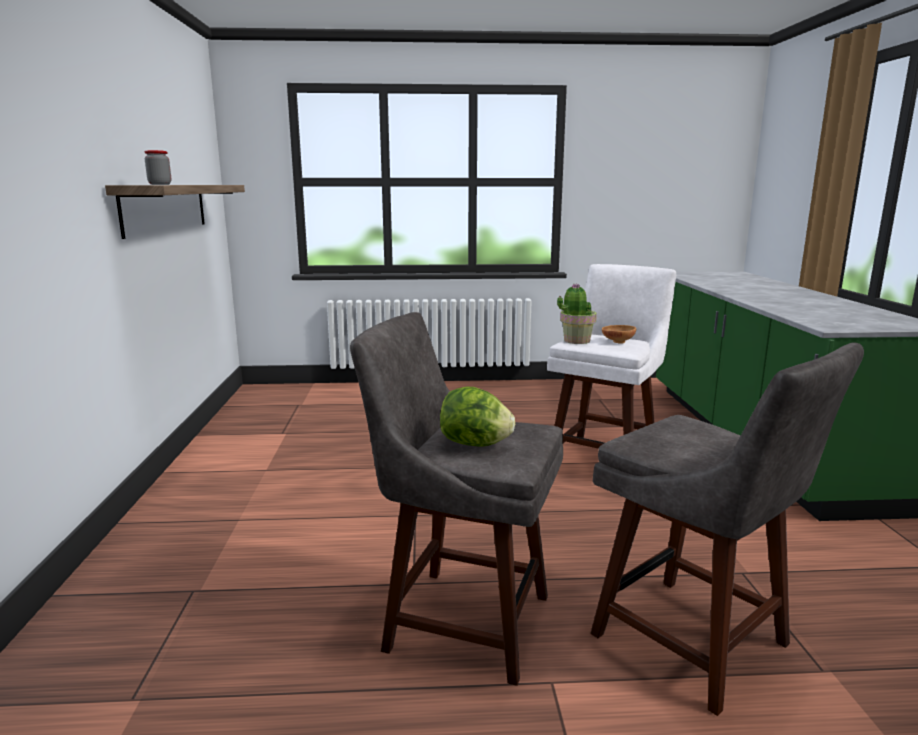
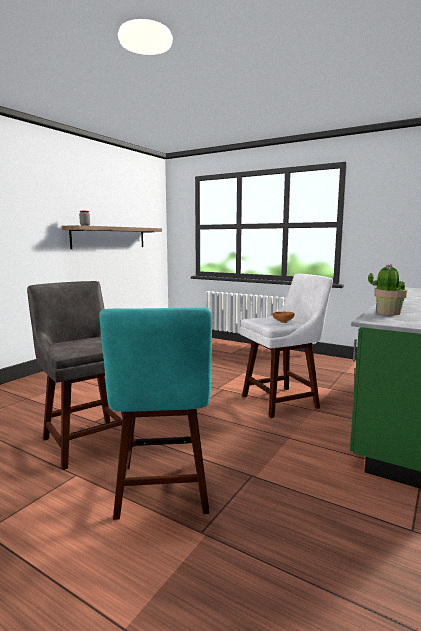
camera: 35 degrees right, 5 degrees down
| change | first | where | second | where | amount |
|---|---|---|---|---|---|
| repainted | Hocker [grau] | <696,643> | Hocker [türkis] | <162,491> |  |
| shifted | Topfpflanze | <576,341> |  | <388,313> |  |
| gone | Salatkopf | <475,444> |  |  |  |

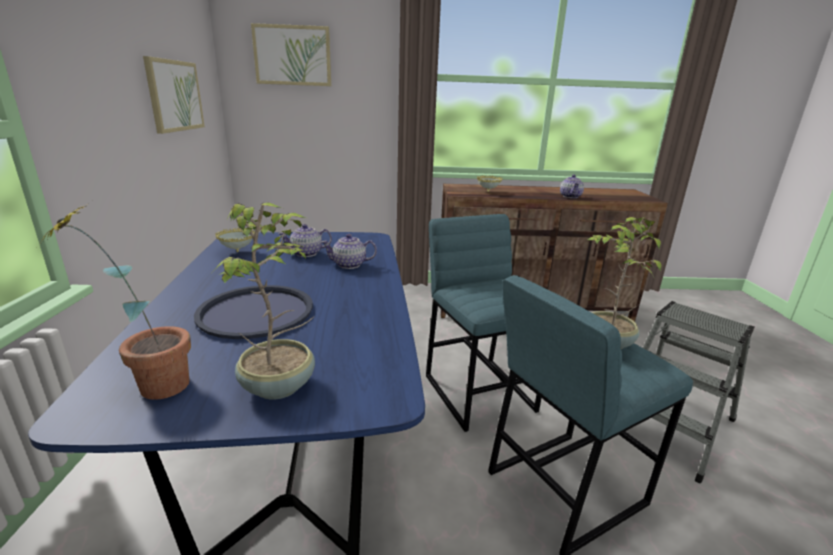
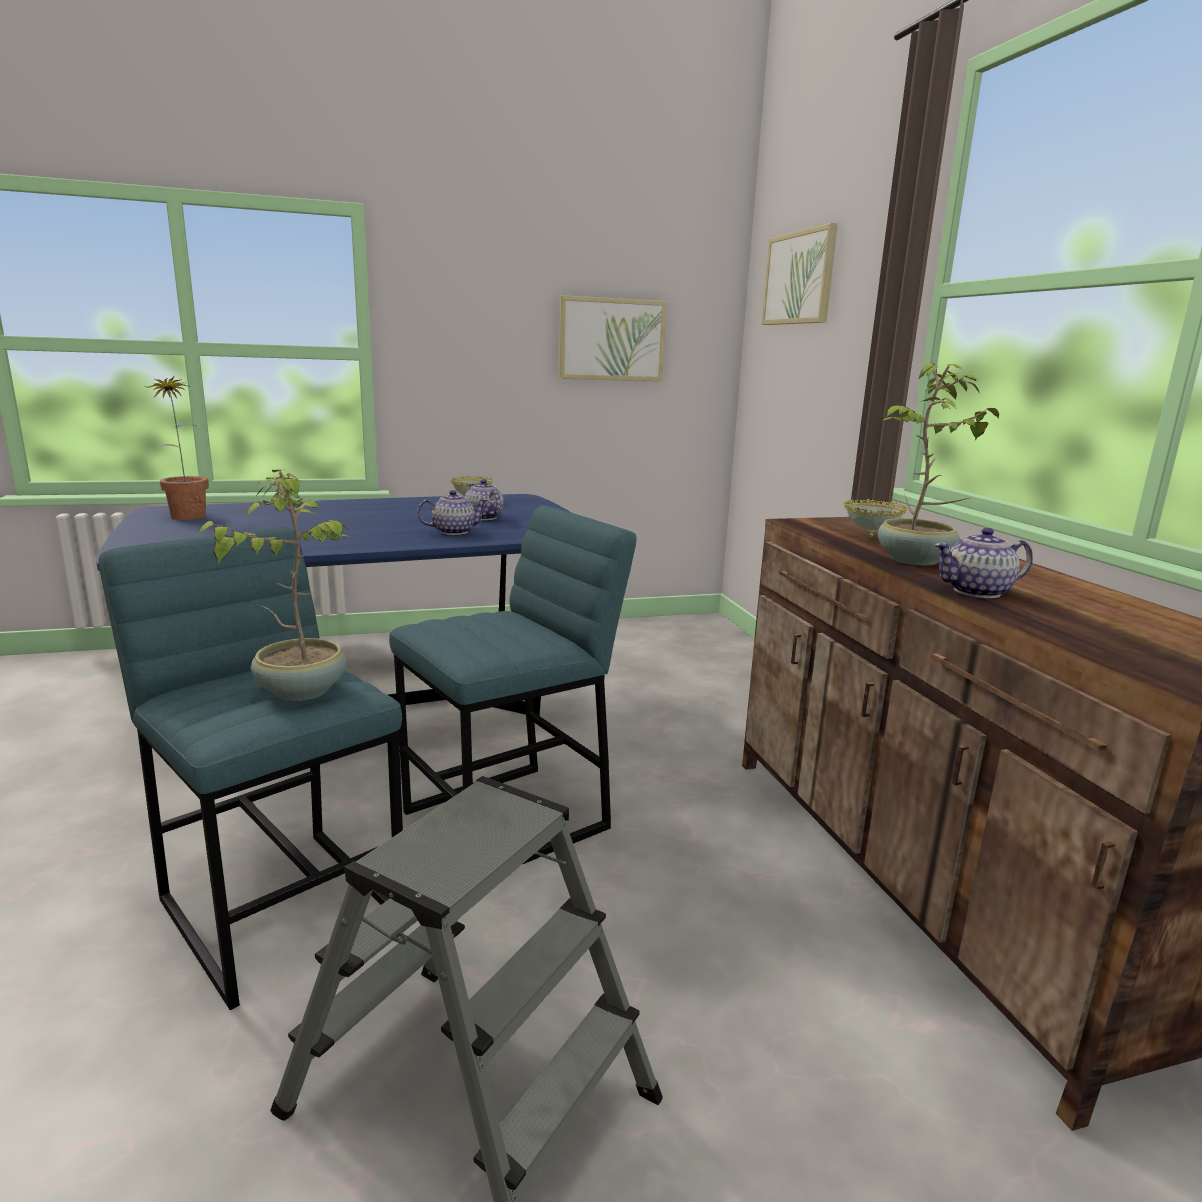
camera: 75 degrees right, 5 degrees down
| change | first | where | second | where | amount |
|---|---|---|---|---|---|
| rotated | Teekanne | <349,265> |  | <453,531> | 90 degrees clockwise |
| shifted | Topfpflanze | <280,386> |  | <916,560> |  |
| gone | Tablett [blau] | <256,312> |  |  |  |

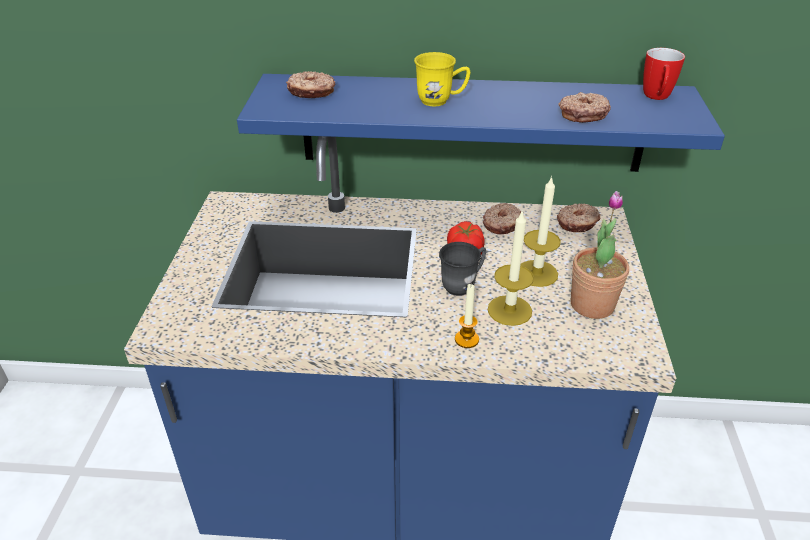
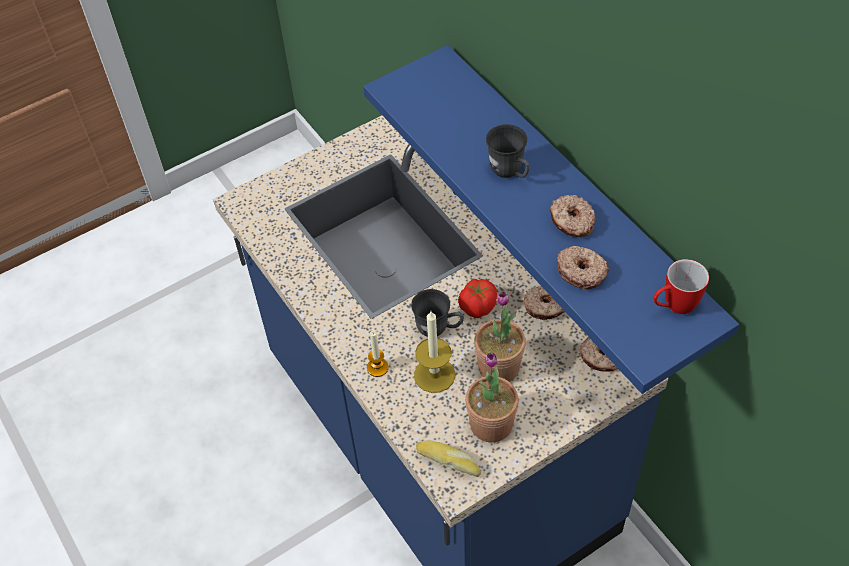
camera: 55 degrees right, 15 degrees up
| change | first | where | second | where | amount |
|---|---|---|---|---|---|
| new |  |  | Brot | <449,460> |  |
| swapped | Kerze | <537,273> | Topfpflanze | <499,367> |  |
| repainted | Henkelbecher [gelb] | <441,101> | Henkelbecher [grau] | <510,173> |  |
| shifted | Donut | <311,92> |  | <571,221> |  |

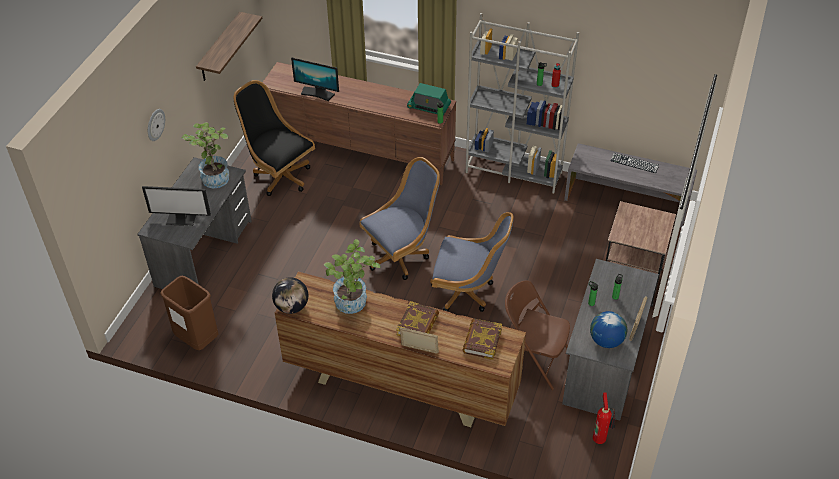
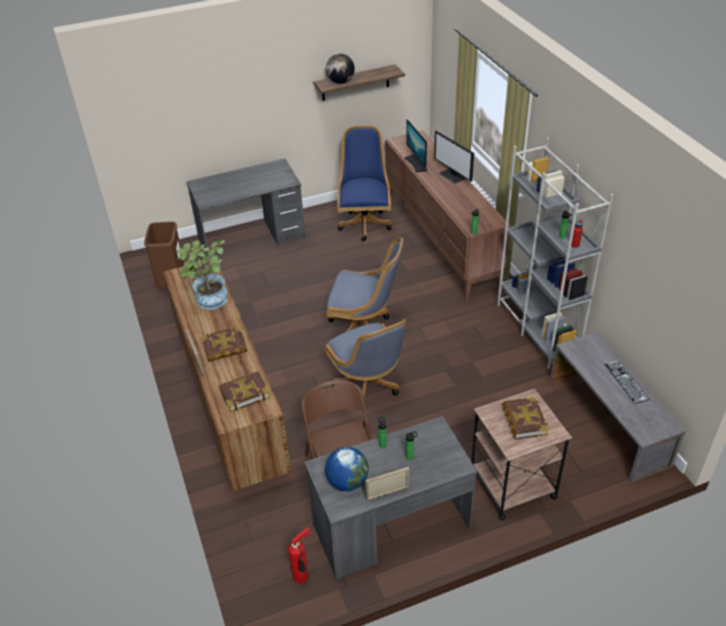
camera: 50 degrees right, 5 degrees down
| change | first | where | second | where | amount |
|---|---|---|---|---|---|
| shifted | Globus | <292,307> |  | <340,82> |  |
| repainted | Bürostuhl [schwarz] | <279,175> | Bürostuhl [blau] | <364,222> |  |
| shifted | Monitor | <181,219> |  | <453,175> |  |
| new |  |  | Buch | <524,421> |  |
| gone | Wanduhr | <155,124> |  |  |  |
| gone | Topfpflanze | <214,176> |  |  |  |
| gone | Radio | <429,107> |  |  |  |

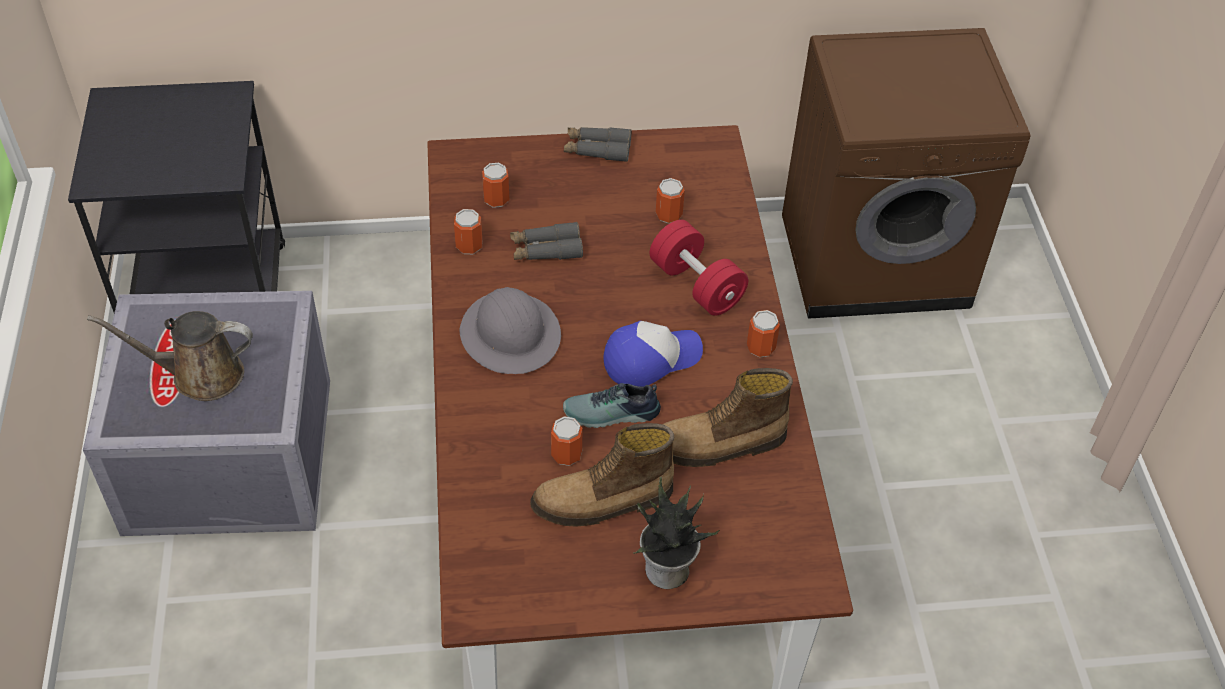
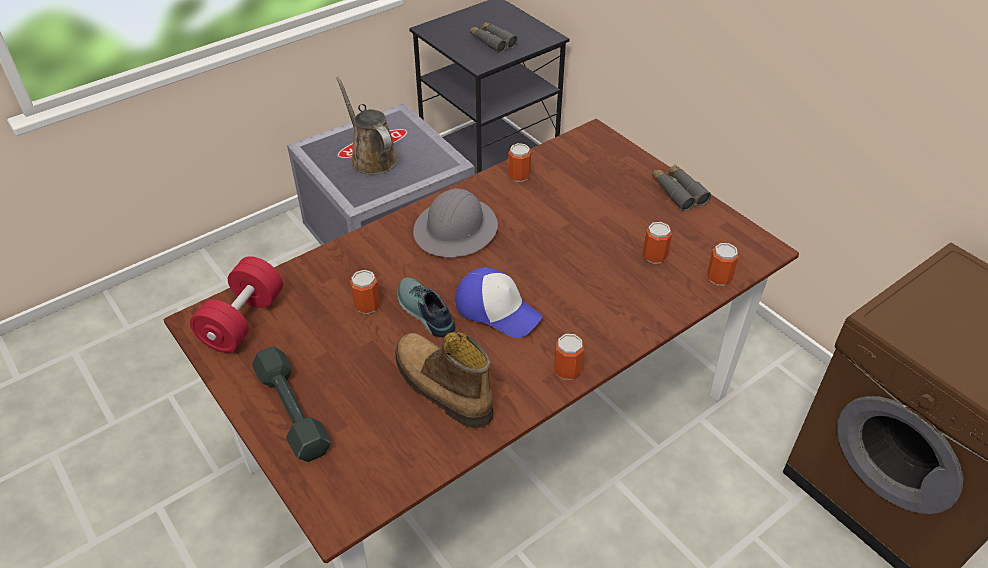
camera: 60 degrees right, 5 degrees down
| change | first | where | second | where | amount |
|---|---|---|---|---|---|
| shifted | Hantel [rot] | <696,285> |  | <243,321> |  |
| swapped | Topfpflanze | <667,572> | Hantel [grau] | <291,410> |  |
| shifted | Fernglas [grau] | <546,249> |  | <492,42> |  |
| shifted | Dose | <496,199> |  | <719,278> |  |
| gone | Stiefel | <603,502> |  |  |  |

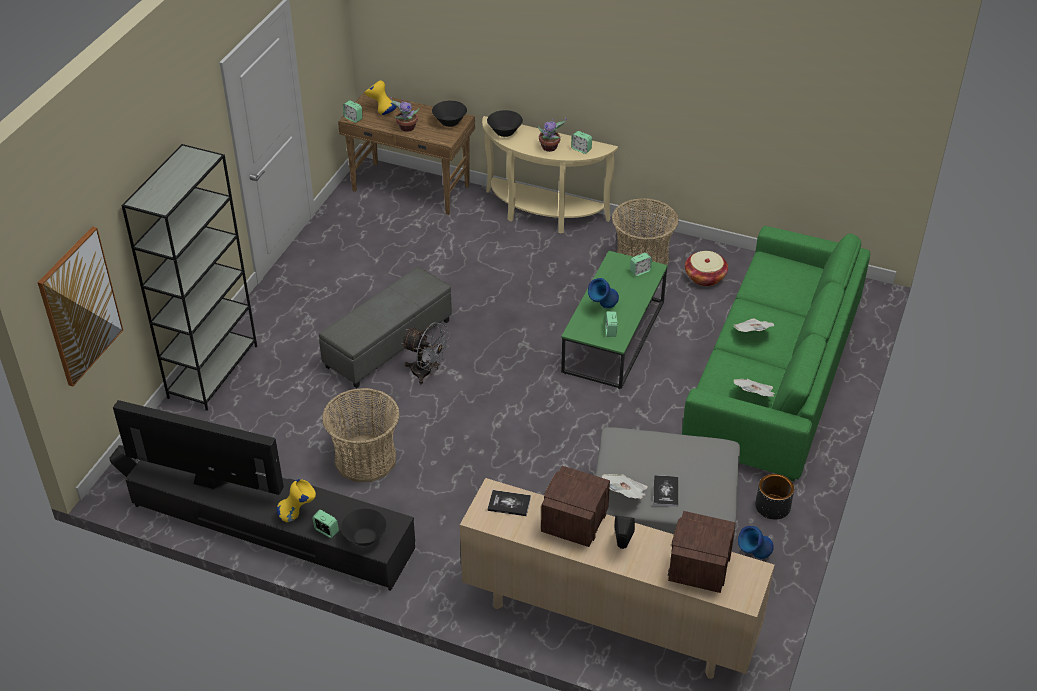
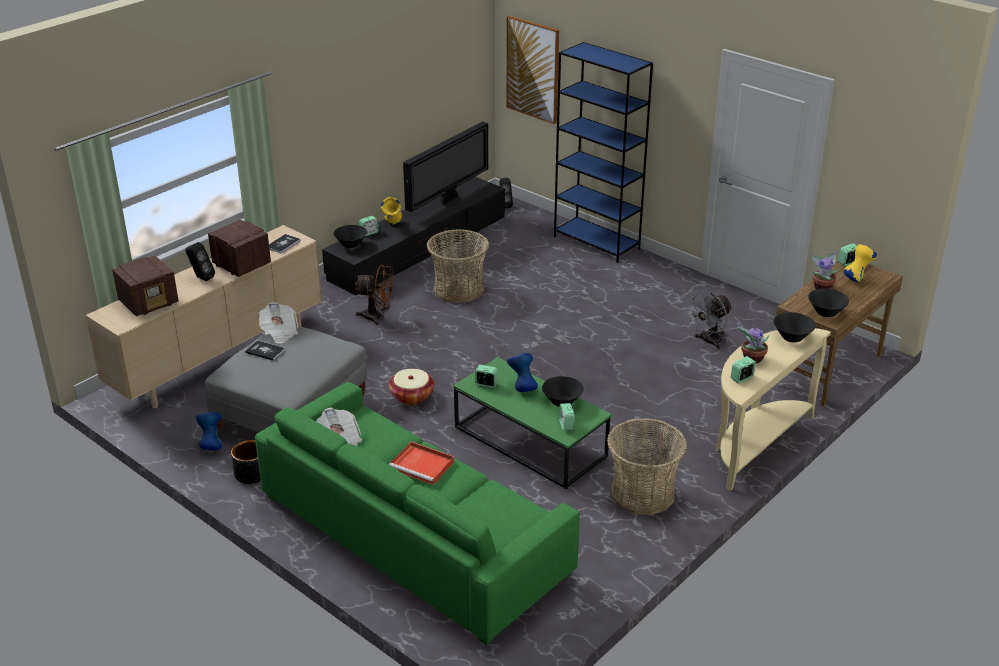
camera: 110 degrees right, 10 degrees down
| change | first | where | second | where | amount |
|---|---|---|---|---|---|
| rotated | Radio | <698,568> |  | <149,303> | 105 degrees clockwise |
| new |  |  | Ventilator [braun] | <378,316> |  |
| shifted | Korb | <705,277> |  | <412,396> |  |
| swapped | Zeitung | <752,333> | Tablett [rot] | <423,465> |  |
| new |  |  | Schüssel [schwarz] | <562,402> |  |
| repainted | Bücherregal [grau] | <213,371> | Bücherregal [blau] | <597,242> |  |
| shifted | Ventilator [grau] | <426,373> |  | <708,342> |  |
| gone | Polsterhocker [grau] | <388,343> |  |  |  |

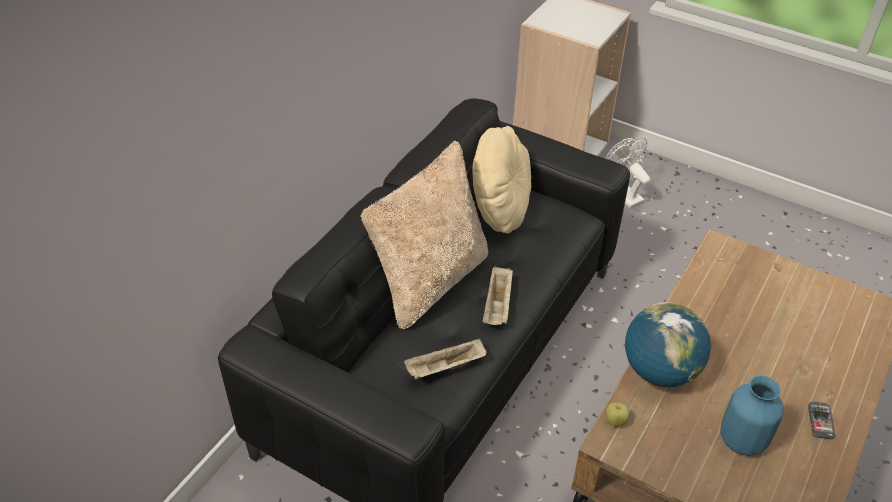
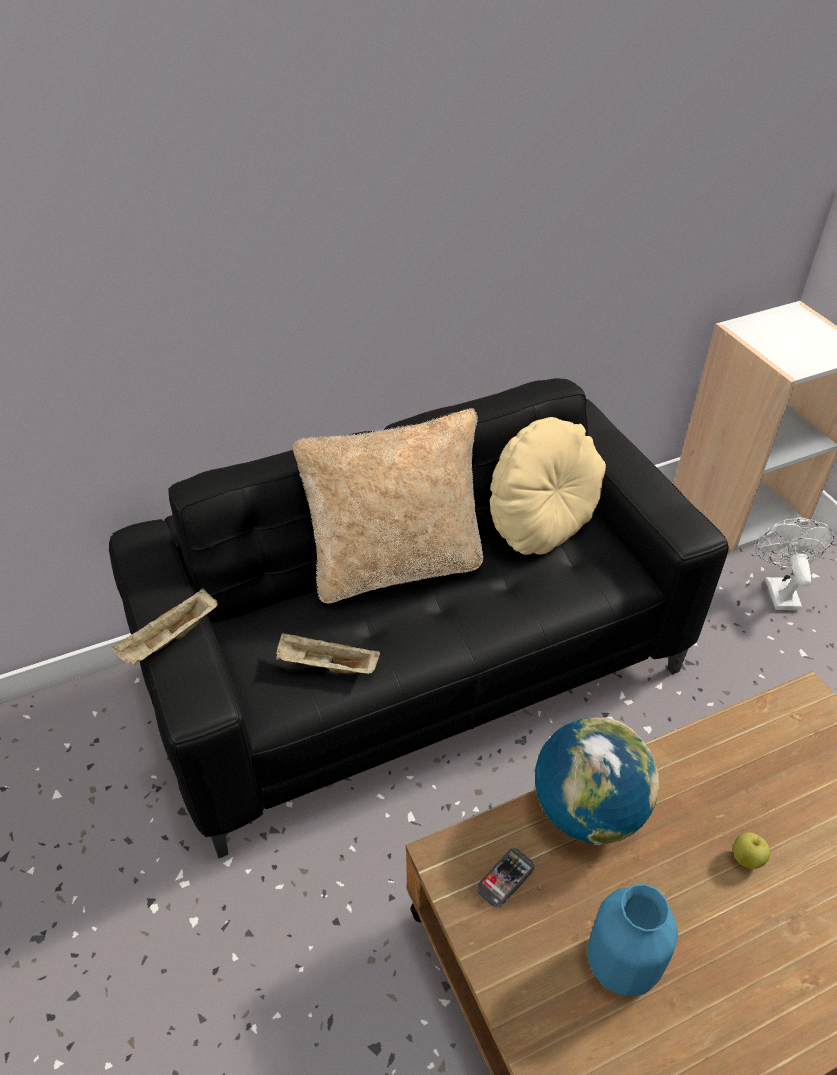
camera: 35 degrees right, 0 degrees up
| change | first | where | second | where | amount |
|---|---|---|---|---|---|
| shifted | Tablett [beige] | <498,305> |  | <170,640> |  |
| shifted | Handy | <820,421> |  | <505,878> |  |
| shifted | Apfel | <615,421> |  | <746,858> |  |

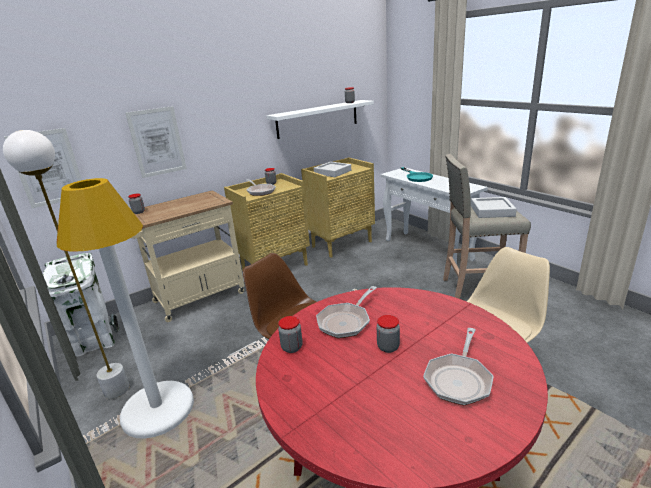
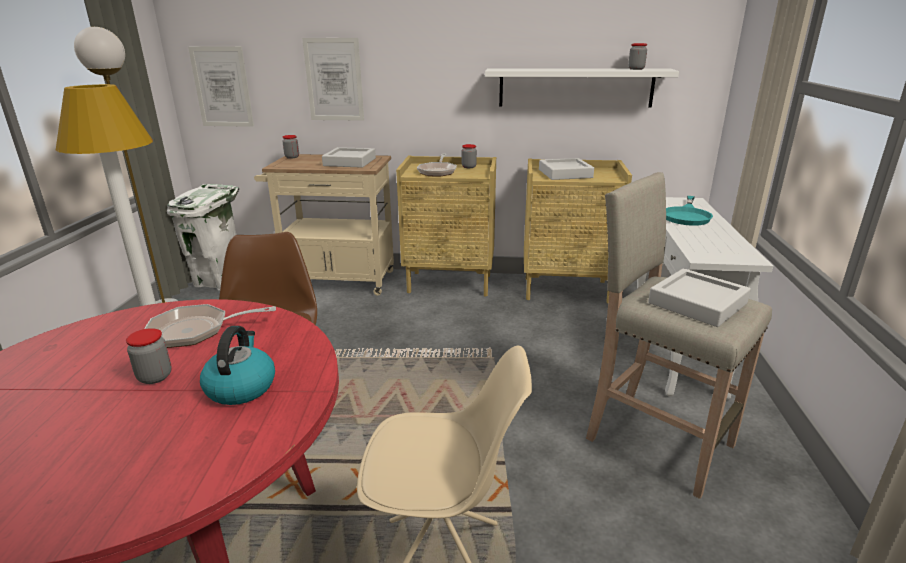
camera: 40 degrees right, 0 degrees up
| change | first | where | second | where | amount |
|---|---|---|---|---|---|
| new |  |  | Wasserkessel | <241,387> |  |
| new |  |  | Tablett [grau] | <349,162> |  |
| gone | Vorratsglas | <292,347> |  |  |  |
| gone | Pfanne | <458,379> |  |  |  |

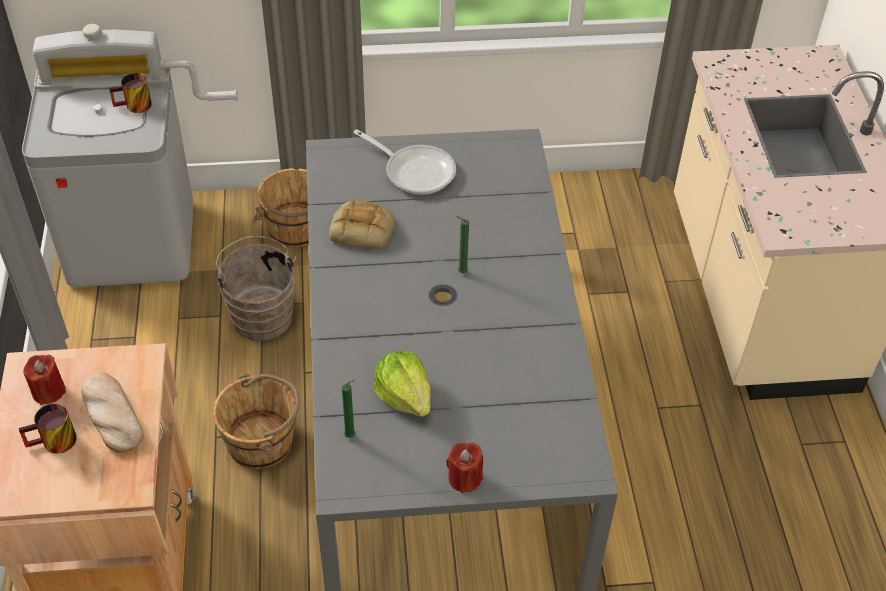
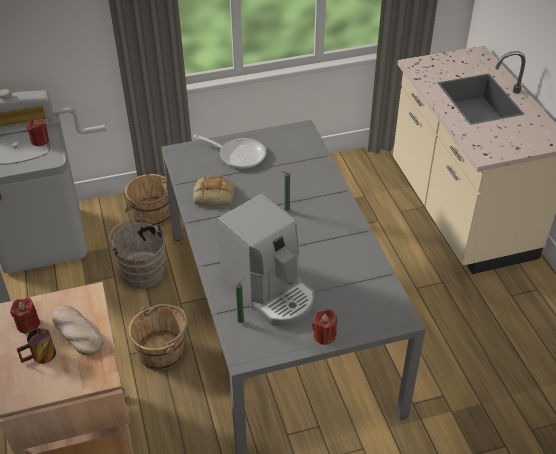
camera: 10 degrees left, 5 degrees down
| change | first | where | second | where | amount |
|---|---|---|---|---|---|
| swapped | Henkelbecher | <134,107> | Kerze [rot] | <40,141> |  |
| swapped | Salatkopf | <404,396> | Kaffeemaschine | <270,291> |  |

